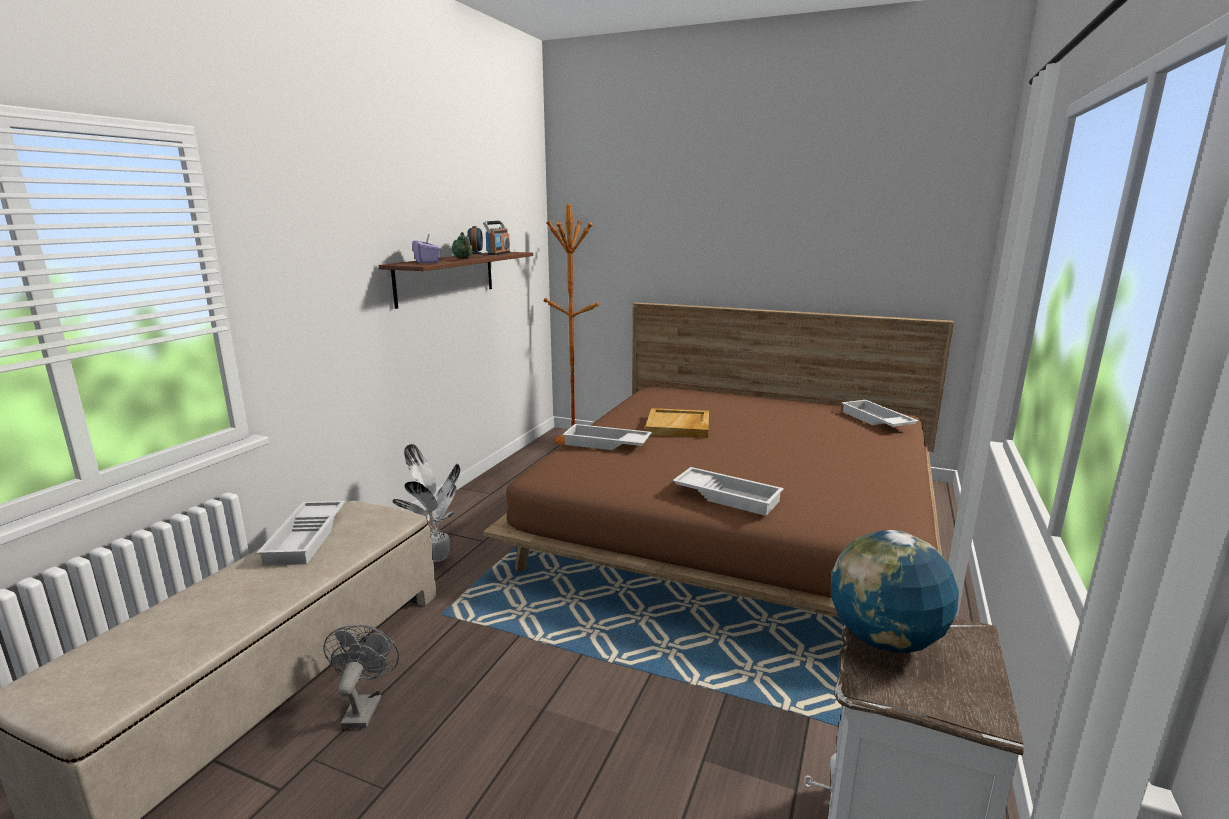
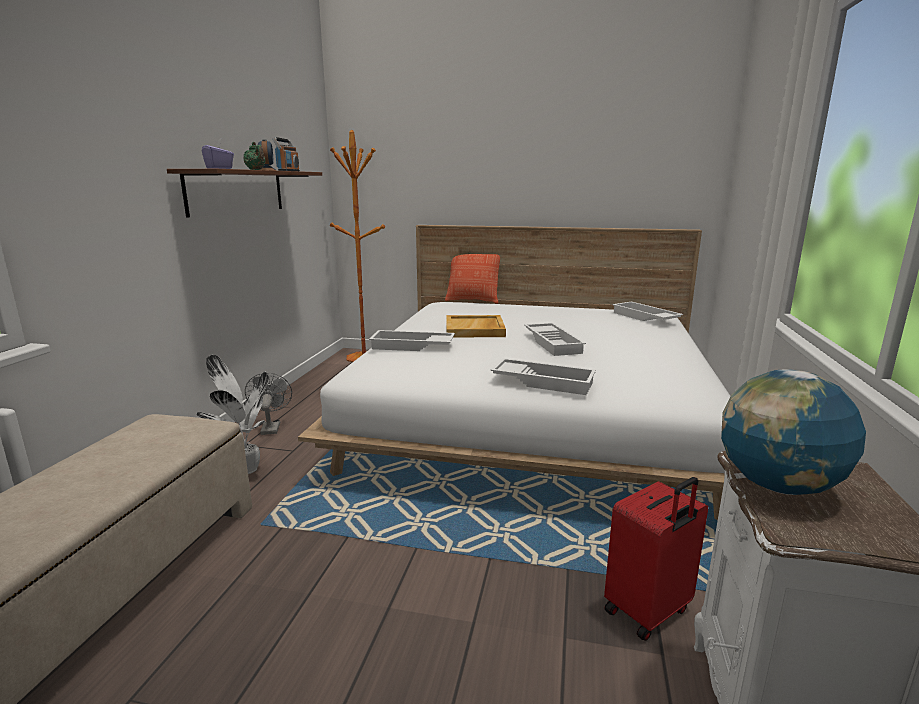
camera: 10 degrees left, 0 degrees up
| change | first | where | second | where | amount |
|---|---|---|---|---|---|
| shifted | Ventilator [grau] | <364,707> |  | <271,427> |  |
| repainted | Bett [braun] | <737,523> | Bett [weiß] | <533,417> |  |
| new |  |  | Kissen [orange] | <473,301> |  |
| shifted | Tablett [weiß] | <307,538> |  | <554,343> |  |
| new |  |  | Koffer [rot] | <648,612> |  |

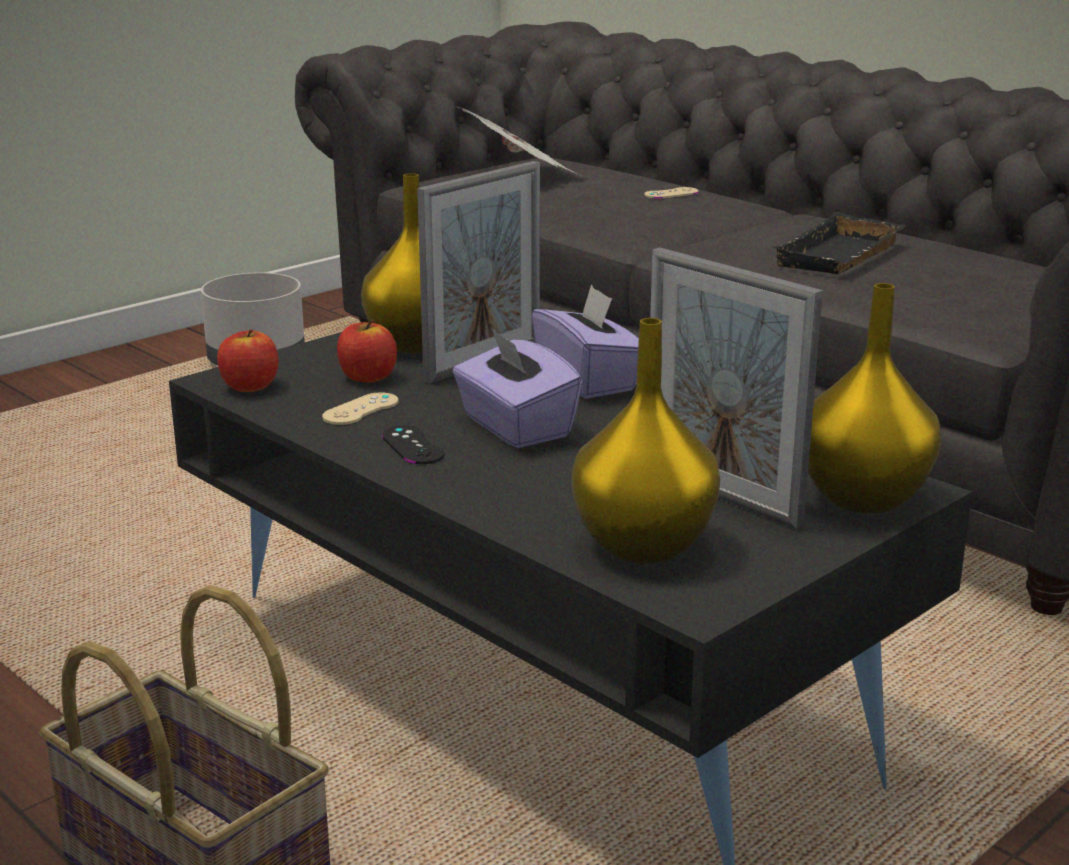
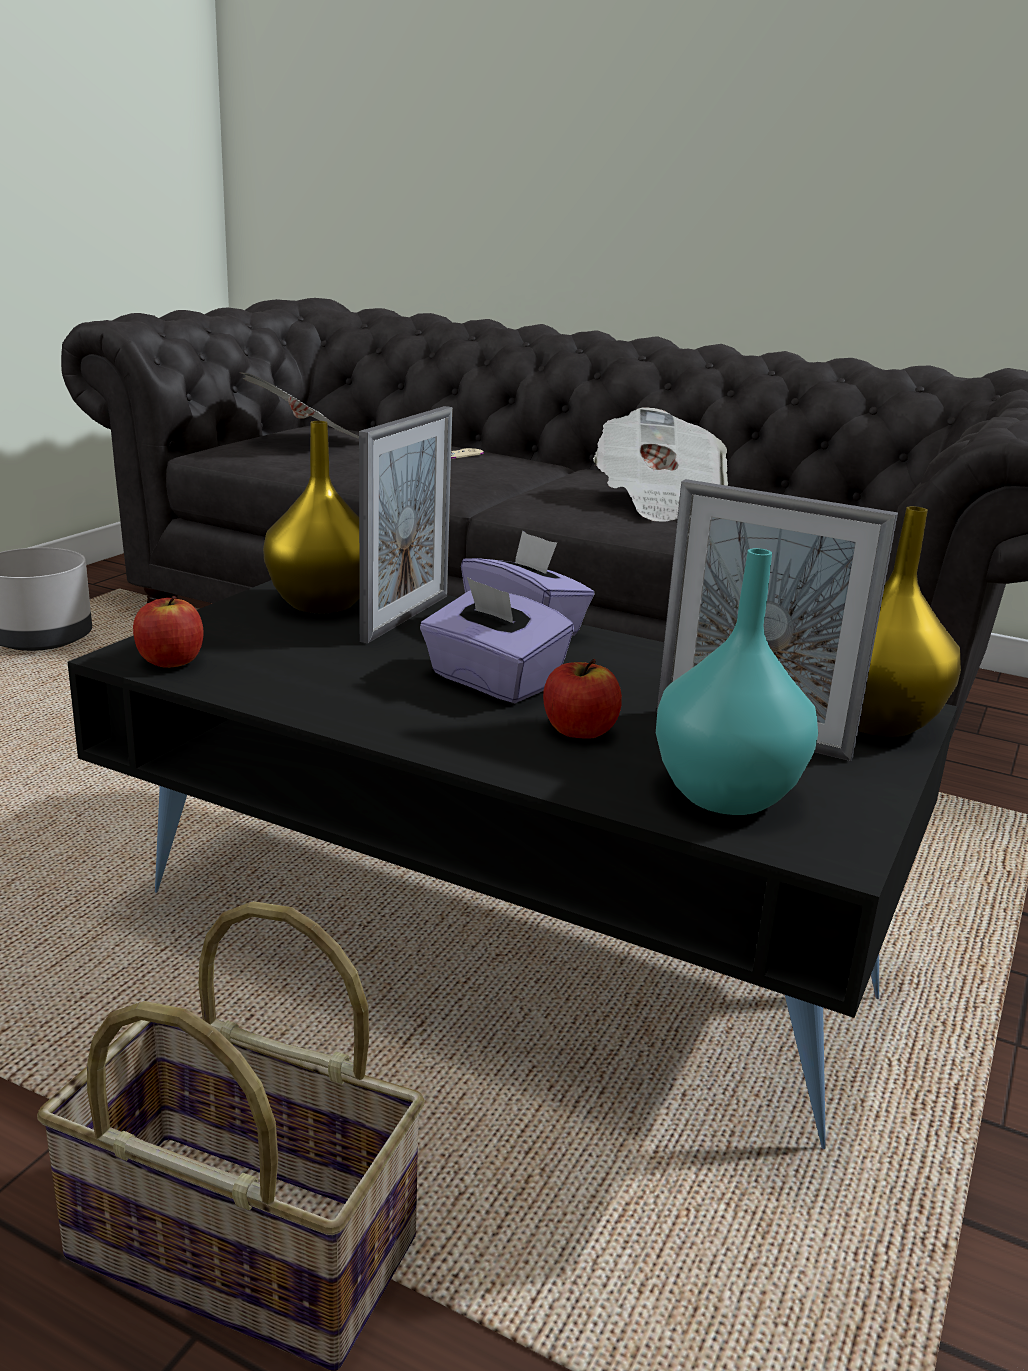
camera: 20 degrees left, 0 degrees up
| change | first | where | second | where | amount |
|---|---|---|---|---|---|
| shifted | Apfel | <367,377> |  | <579,731> |  |
| swapped | Tablett [schwarz] | <842,257> | Zeitung | <658,503> |  |
| repainted | Vase [gelb] | <646,545> | Vase [türkis] | <728,794> |  |
| gone | Gamepad [beige] | <361,409> |  |  |  |
| gone | Gamepad [schwarz] | <412,446> |  |  |  |

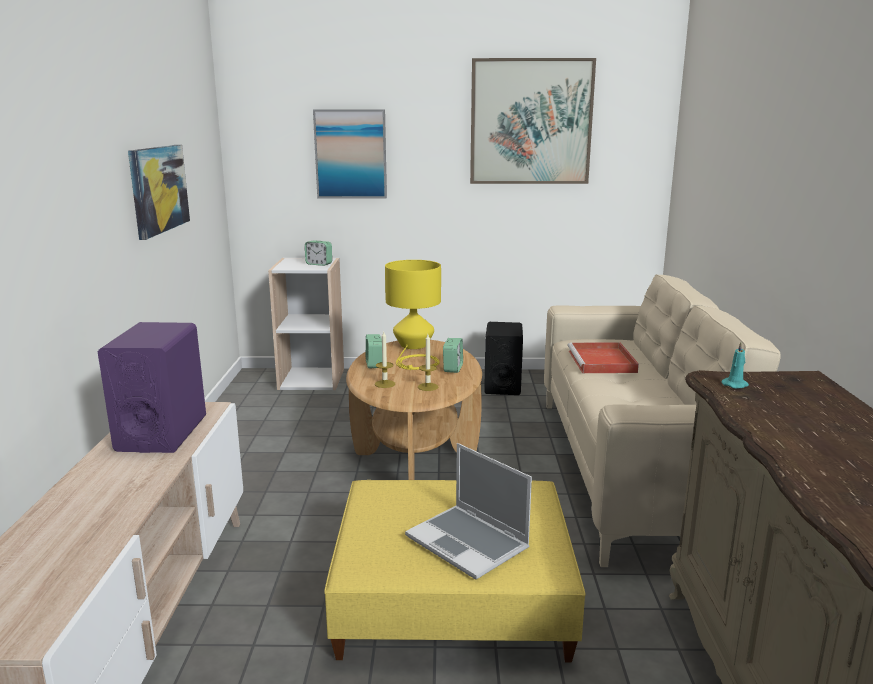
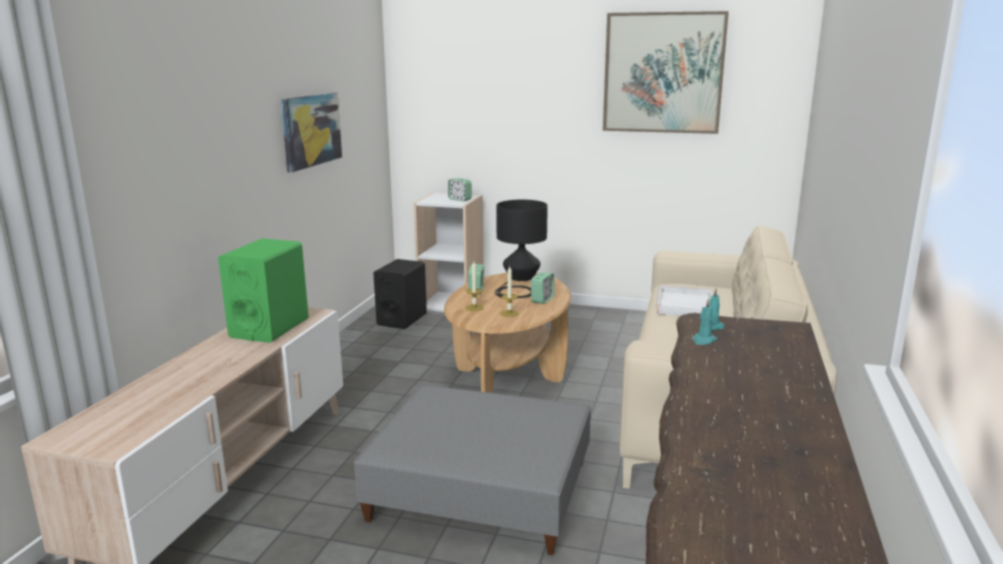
camera: 15 degrees right, 0 degrees up
| change | first | where | second | where | amount |
|---|---|---|---|---|---|
| repainted | Lautsprecher [lila] | <162,433> | Lautsprecher [grün] | <270,328> |  |
| repainted | Polsterhocker [gelb] | <453,595> | Polsterhocker [grau] | <482,490> |  |
| shifted | Lautsprecher [schwarz] | <502,385> |  | <402,319> |  |
| repainted | Tischlampe [gelb] | <414,351> | Tischlampe [schwarz] | <518,283> |  |
| repainted | Tablett [rot] | <602,362> | Tablett [weiß] | <684,306> |  |
| new |  |  | Kerze [türkis] | <703,340> |  |
| gone | Bild | <351,154> |  |  |  |
| gone | Laptop | <469,543> |  |  |  |

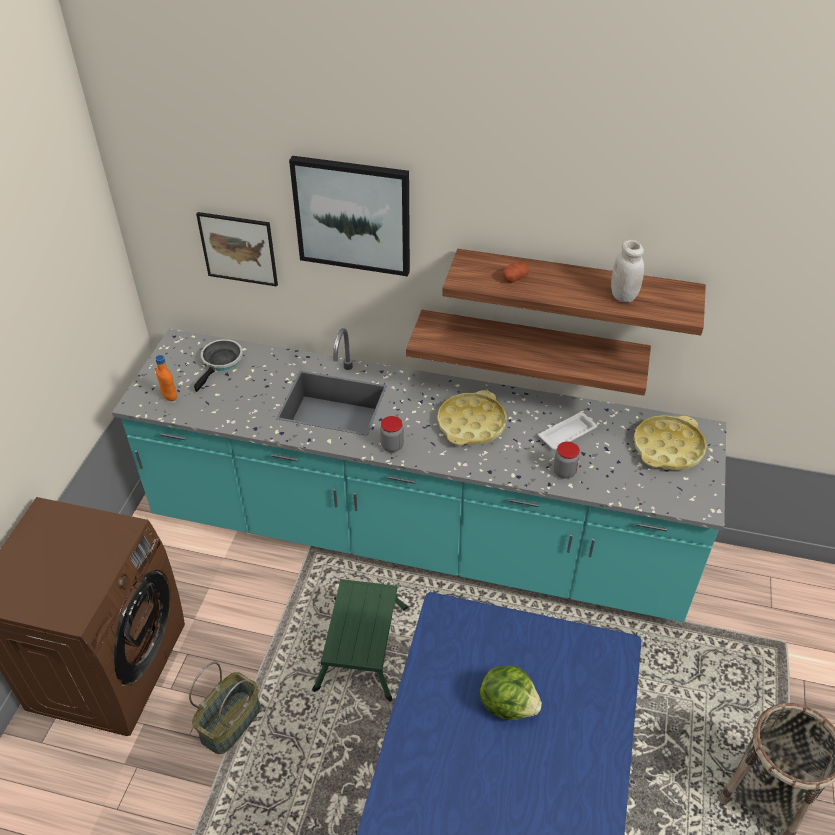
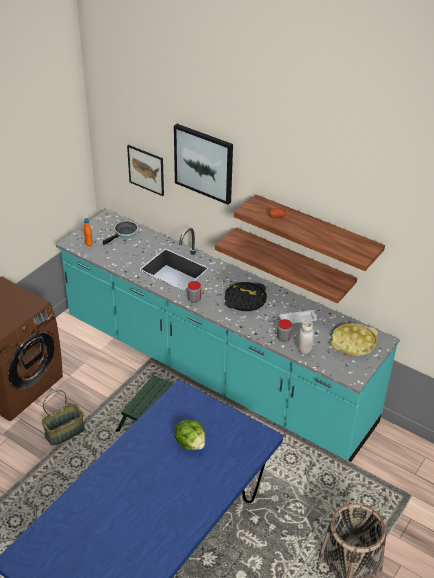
camera: 20 degrees right, 5 degrees down
| change | first | where | second | where | amount |
|---|---|---|---|---|---|
| repainted | Tablett [gelb] | <471,424> | Tablett [schwarz] | <245,300> |  |
| shifted | Vorratsglas [weiß] | <623,296> |  | <304,349> |  |

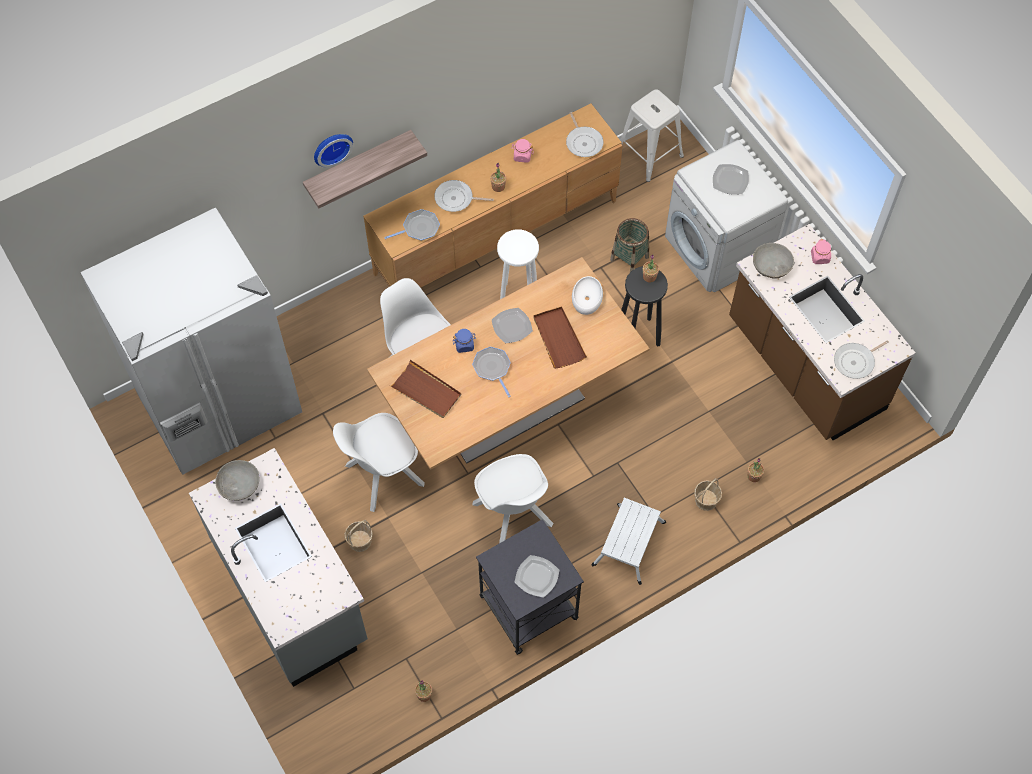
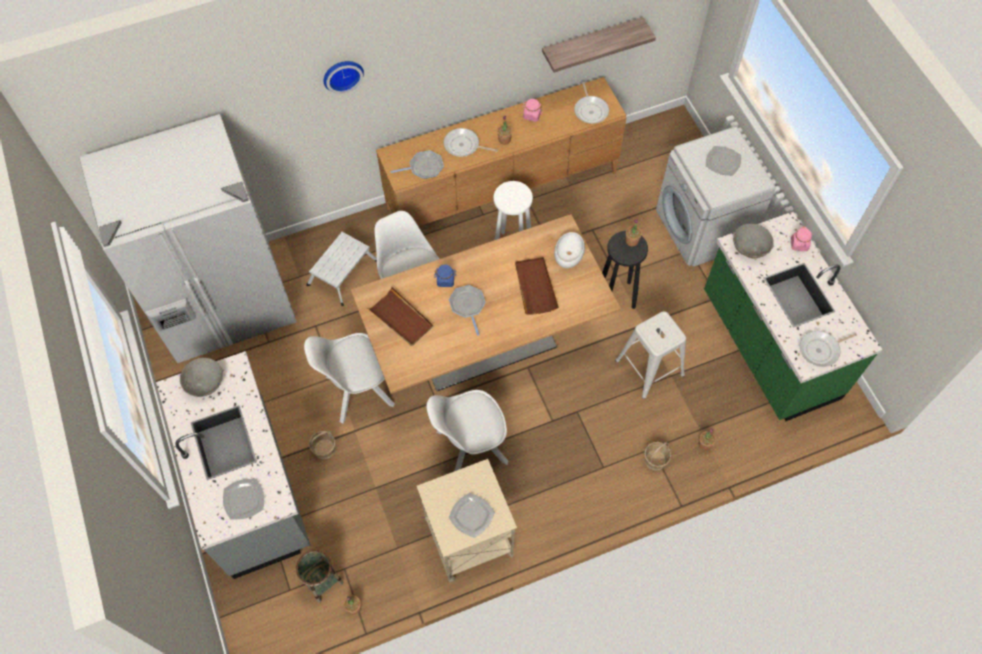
camera: 10 degrees right, 0 degrees up
| change | first | where | second | where | amount |
|---|---|---|---|---|---|
| shifted | Teller | <511,327> |  | <243,500> |  |
| shifted | Korb | <629,258> |  | <322,581> |  |
| shifted | Trittleiter [weiß] | <628,544> |  | <342,273> |  |
| repainted | Rollwagen [schwarz] | <527,608> | Rollwagen [beige] | <467,538> |  |
| rotated | Stuhl [weiß] | <513,515> |  | <470,447> | 90 degrees clockwise |
| shifted | Wandregal | <358,165> |  | <591,43> |  |
| shifted | Hocker [weiß] | <649,154> |  | <650,367> |  |
| repainted | Küchenzeile [braun] | <804,366> | Küchenzeile [grün] | <768,346> |  |

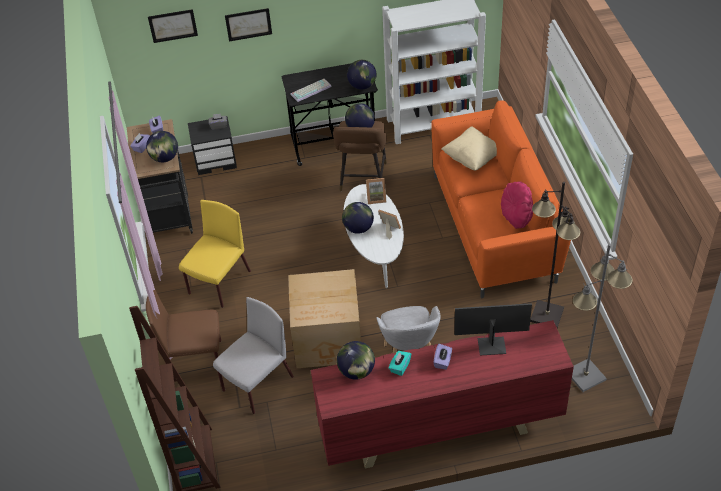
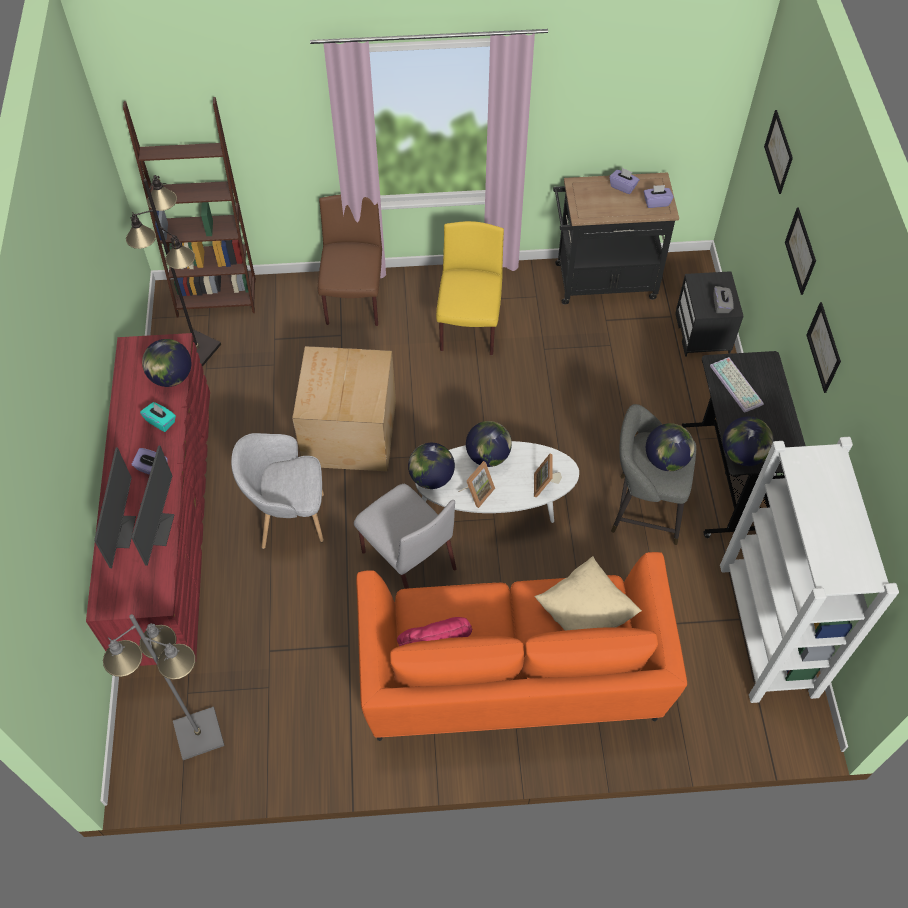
camera: 95 degrees right, 10 degrees up
| change | first | where | second | where | amount |
|---|---|---|---|---|---|
| new |  |  | Monitor | <119,531> |  |
| shifted | Stehlampe [schwarz] | <546,314> |  | <198,349> |  |
| shifted | Stuhl [grau] | <257,385> |  | <407,559> |  |
| shifted | Globus | <165,158> |  | <431,477> |  |
| rotated | Stuhl [gelb] | <219,283> |  | <469,328> | 120 degrees counterclockwise |
| repainted | Hocker [braun] | <363,179> | Hocker [grau] | <642,508> |  |
| new |  |  | Bild | <824,347> |  |

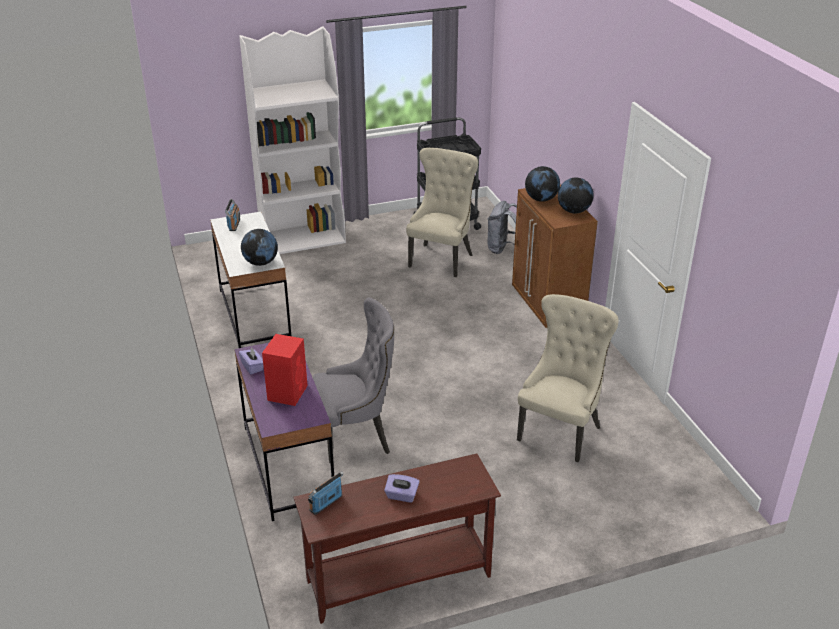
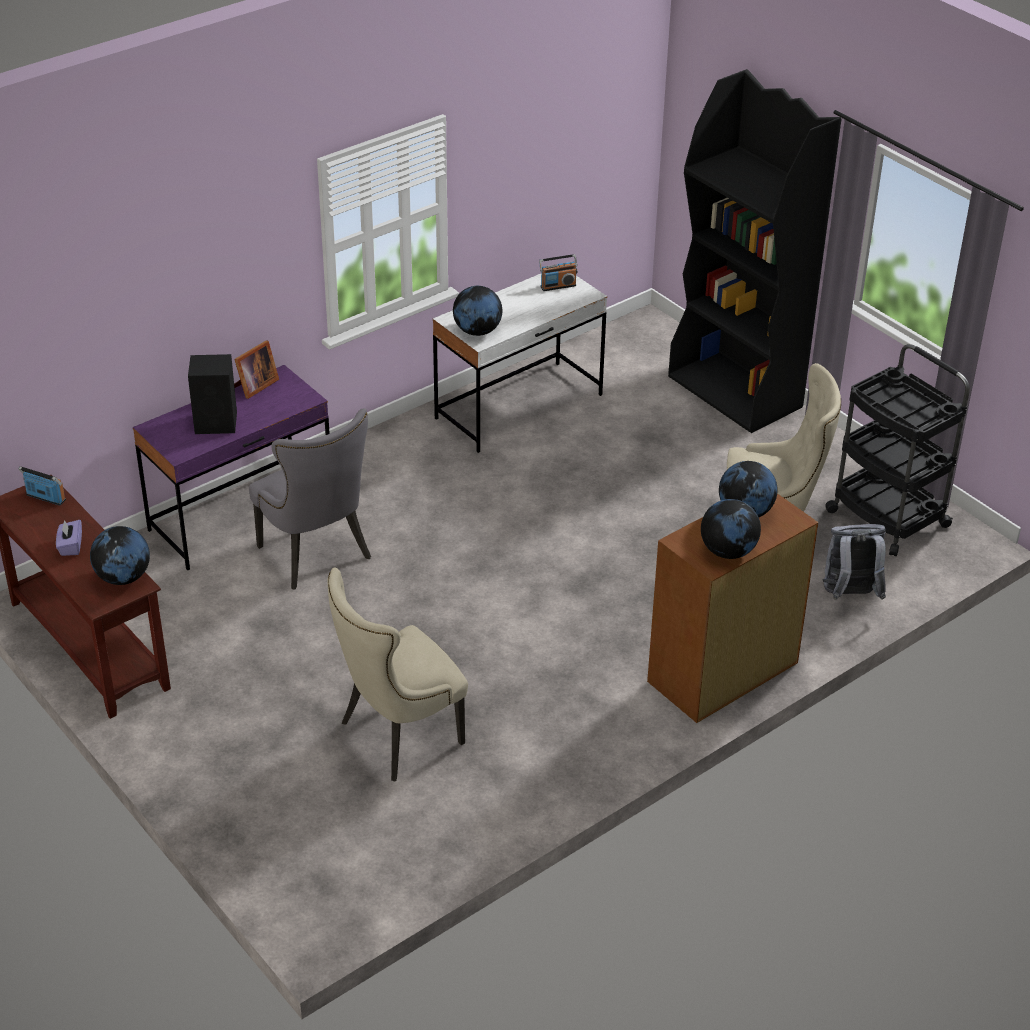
camera: 70 degrees right, 5 degrees up
| change | first | where | second | where | amount |
|---|---|---|---|---|---|
| new |  |  | Globus | <123,577> |  |
| repainted | Lautsprecher [rot] | <288,392> | Lautsprecher [schwarz] | <217,423> |  |
| swapped | Taschentuchbox [lila] | <252,367> | Bilderrahmen | <254,386> |  |
| rotated | Stuhl [beige] | <559,432> |  | <399,735> | 135 degrees clockwise |
| repainted | Bücherregal [weiß] | <303,238> | Bücherregal [schwarz] | <736,392> |  |

